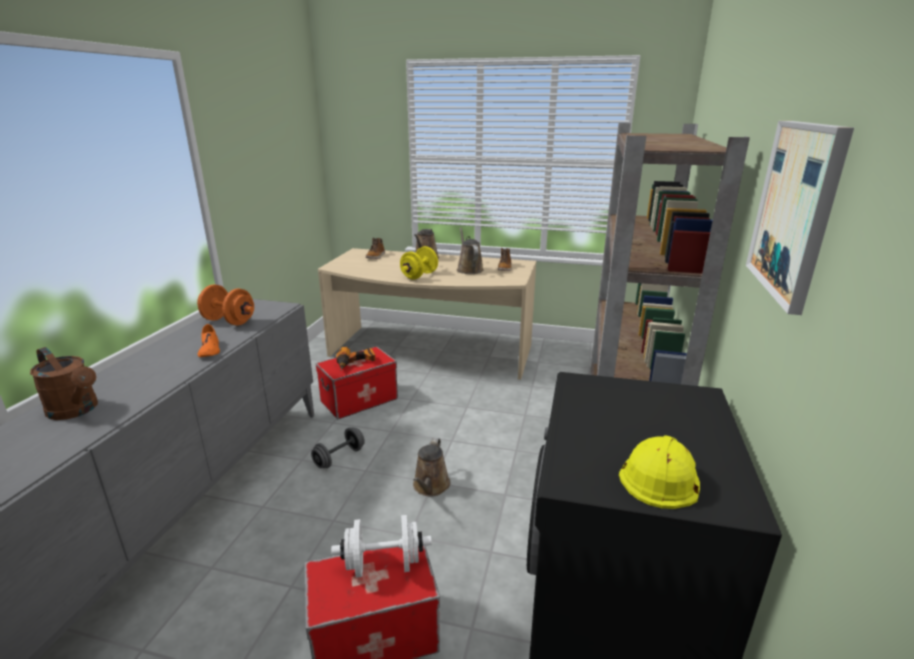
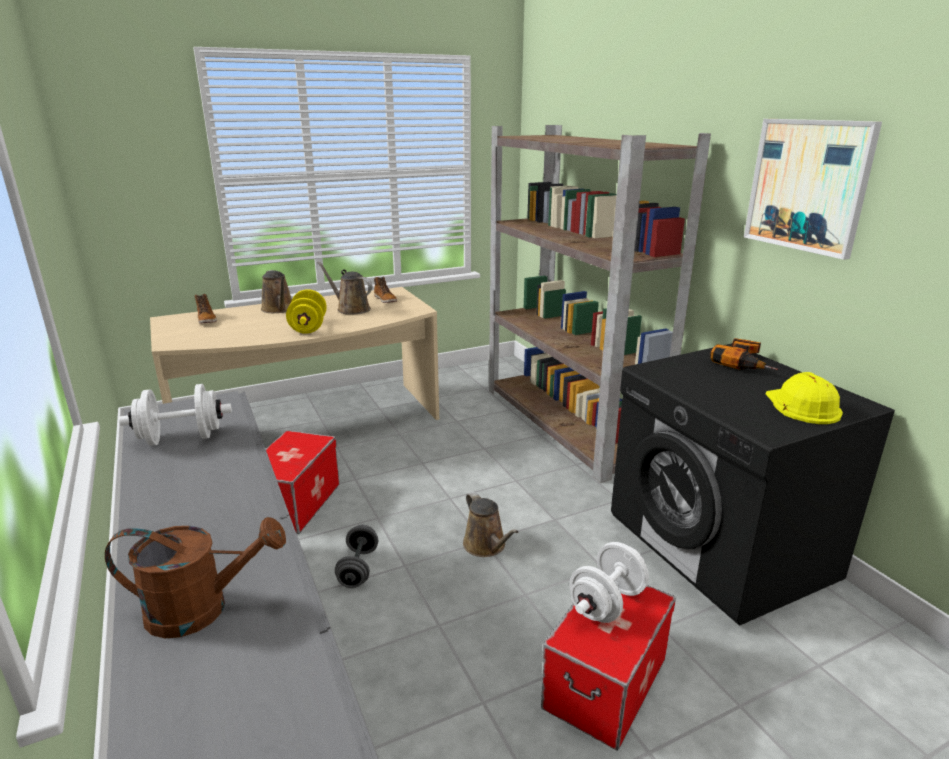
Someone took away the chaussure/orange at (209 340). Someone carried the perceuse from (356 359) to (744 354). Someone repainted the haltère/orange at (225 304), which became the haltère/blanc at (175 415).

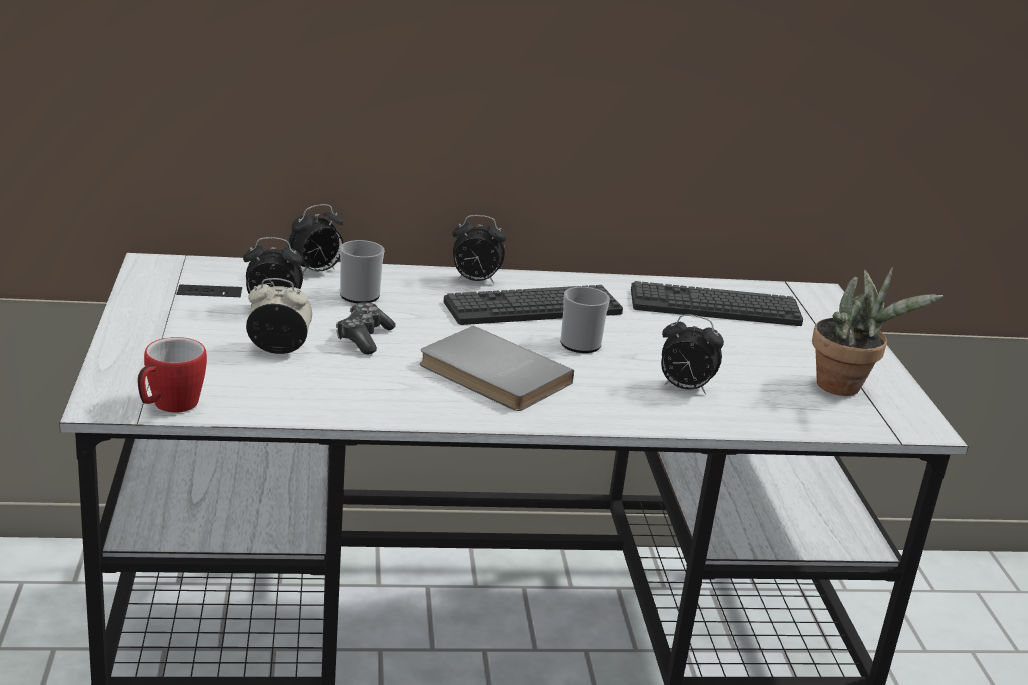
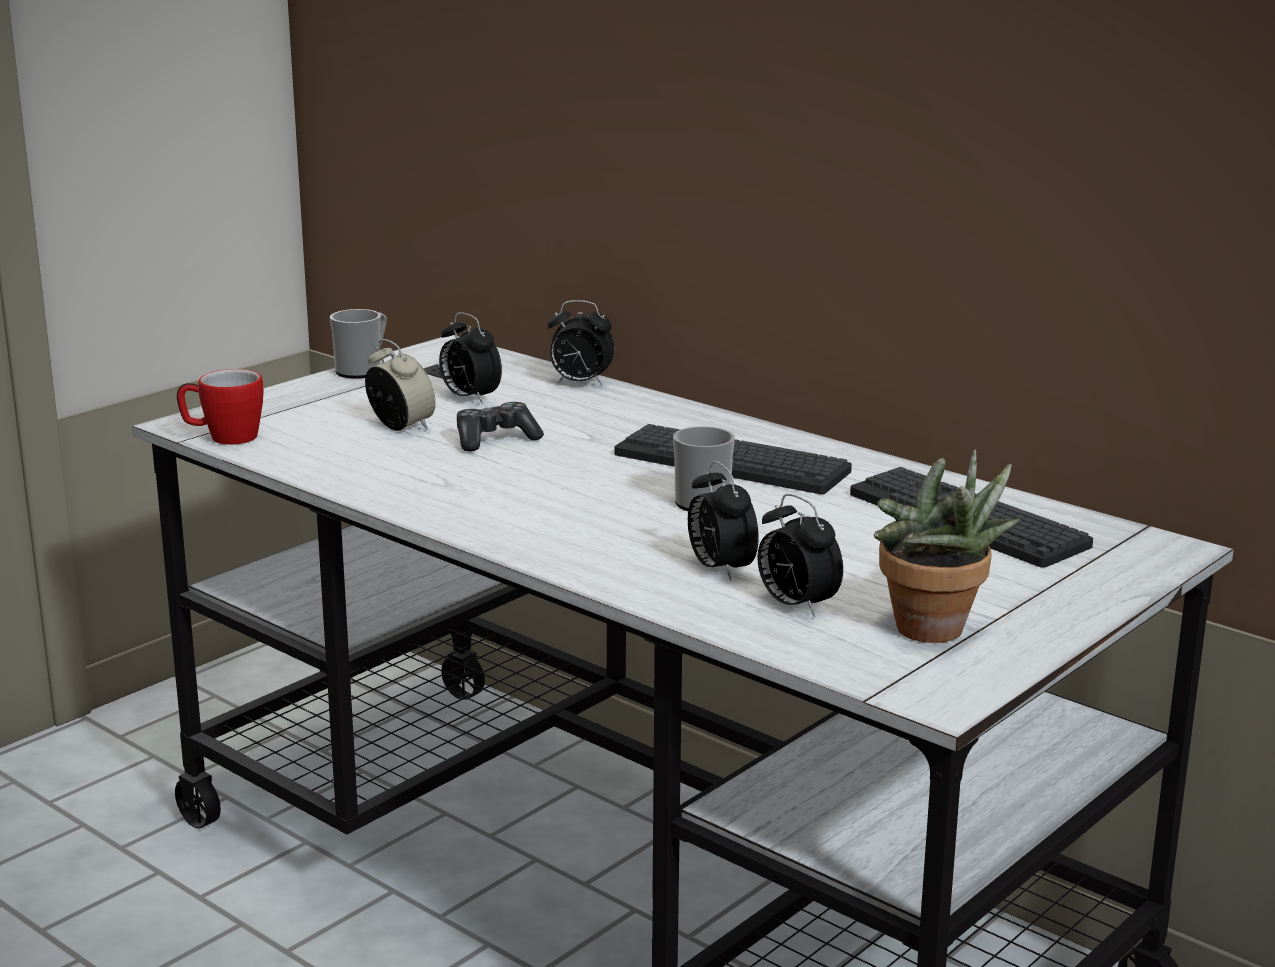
Someone took away the livre/gris at (497 368). Someone carried the mug from (362 271) to (358 344). Someone carried the réveil from (479 249) to (800 555).

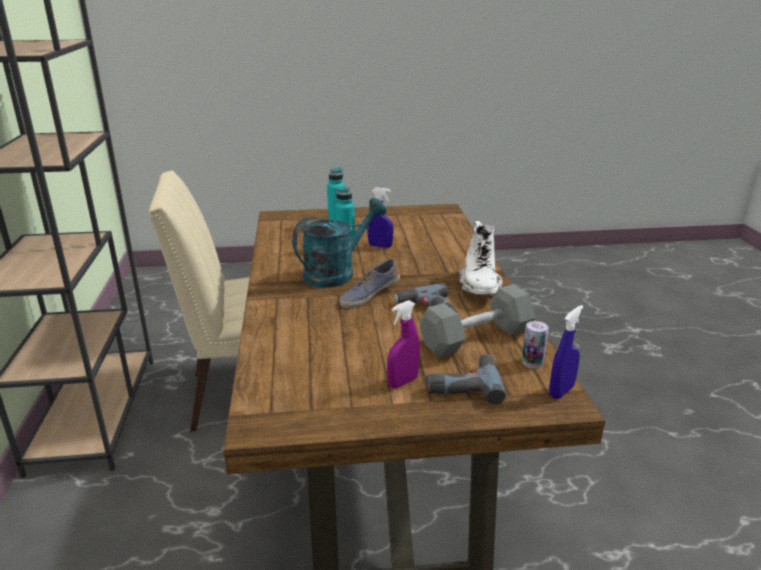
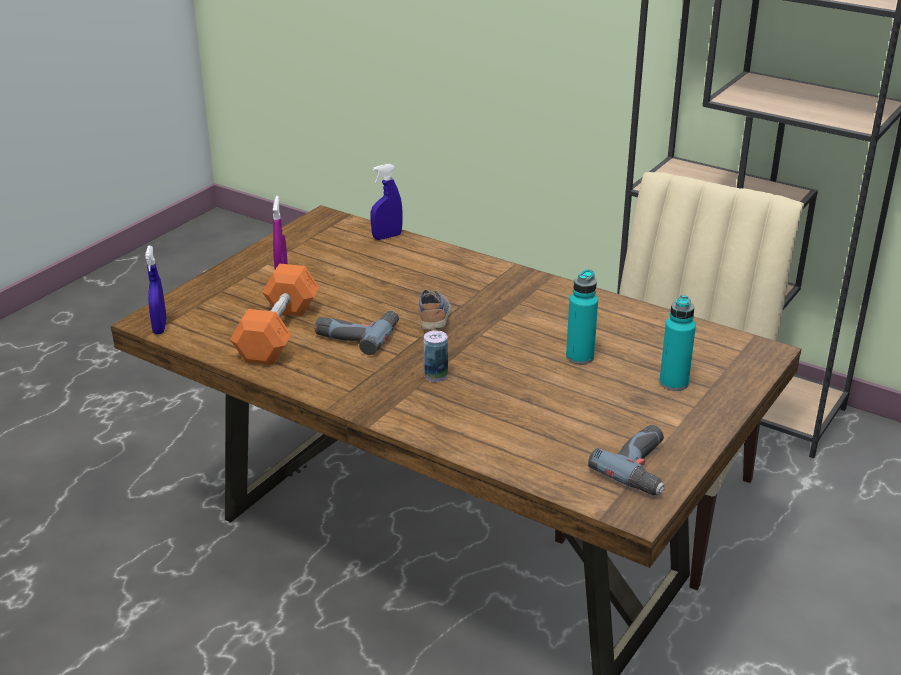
Someone took away the arrosoir/turquoise at (339 243). Someone took away the botte/blanc at (480 258). Someone carried the vaporisateur/bleu from (380 217) to (387 202). Someone carried the perceuse from (466 379) to (626 460). Someone carried the boîte métallique from (535 344) to (435 356). Someone repainted the haltère/gris at (477 321), which became the haltère/orange at (274 314).

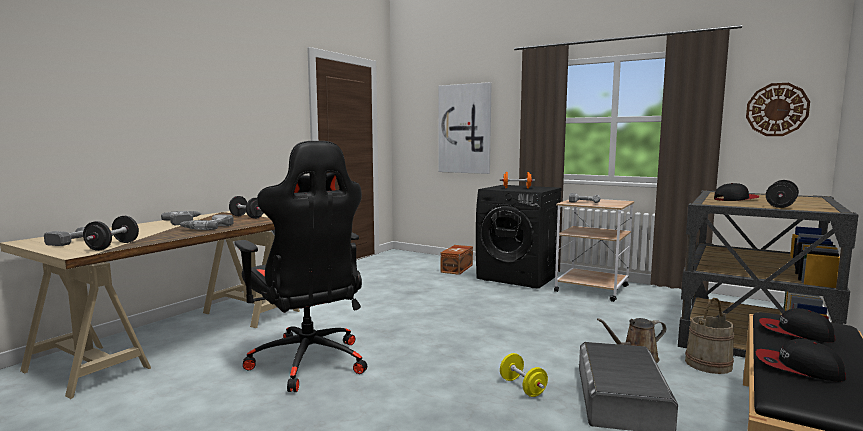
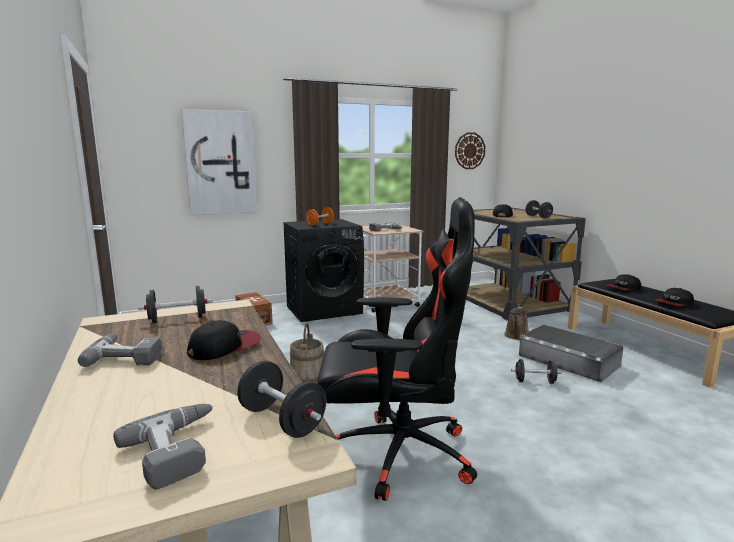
Someone carried the seau/beige from (709 336) to (307 353). Someone swapped the perceuse at (207 222) for the casquette at (223 340). Someone repainted the haltère/jaune at (524 375), which became the haltère/noir at (536 371).

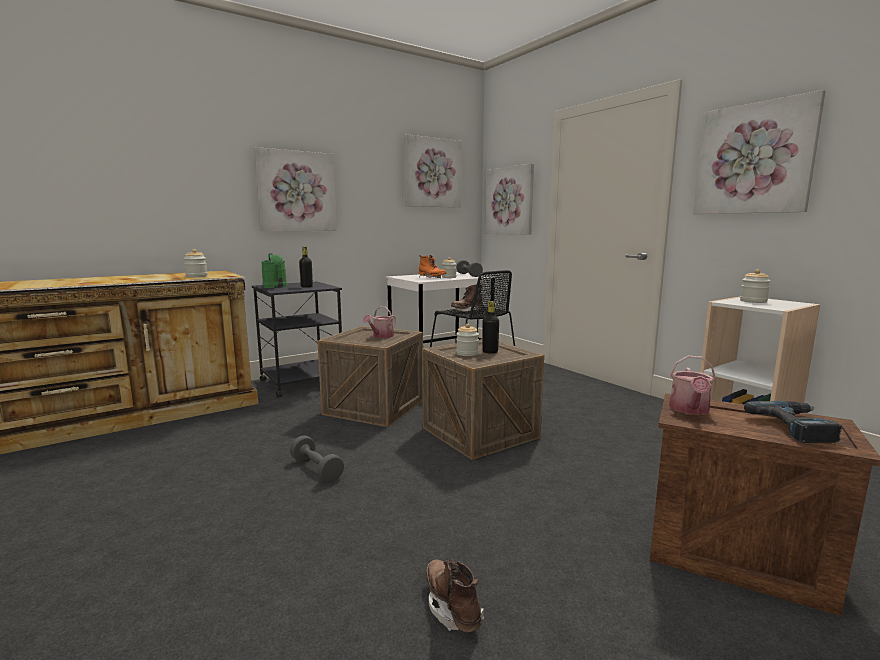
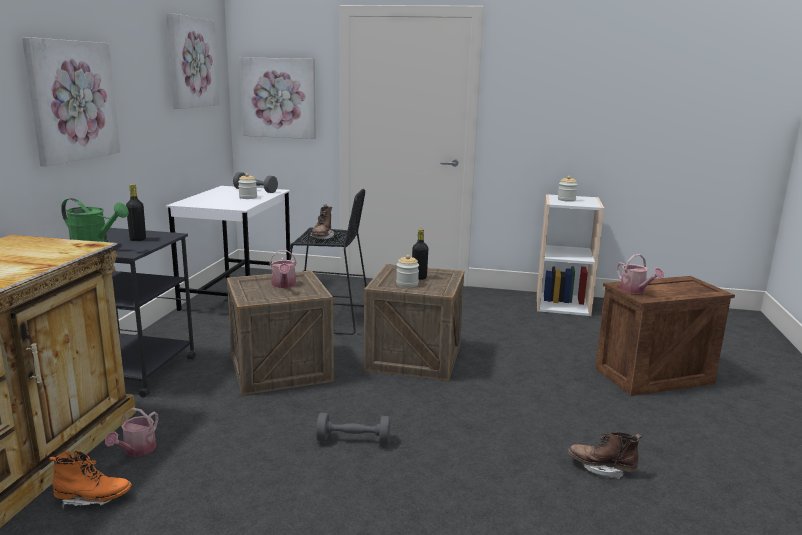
Someone took away the bocal at (196 263). Someone took away the tableau at (759 152). Someone took away the perceuse at (793 422). Someone put down the arrosoir at (132 432). Someone carried the botte/orange from (432 266) to (90 480).

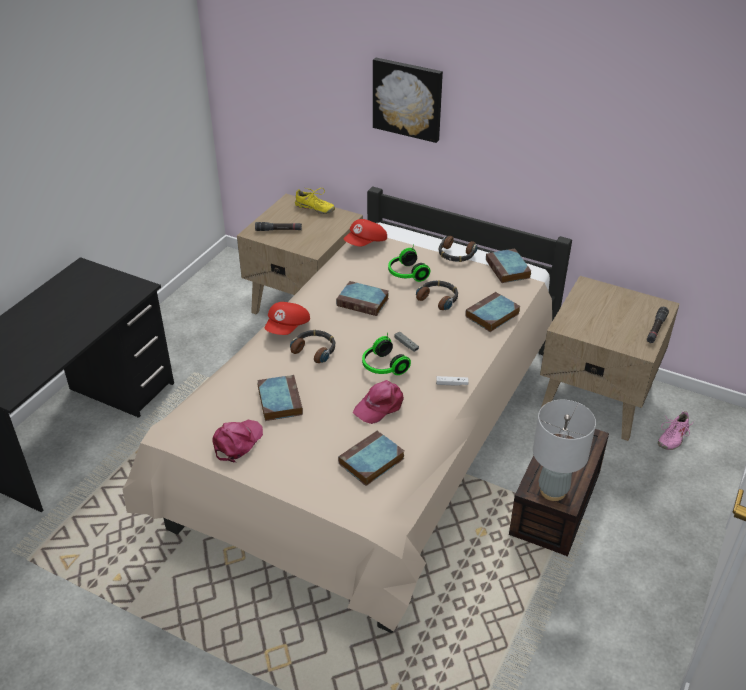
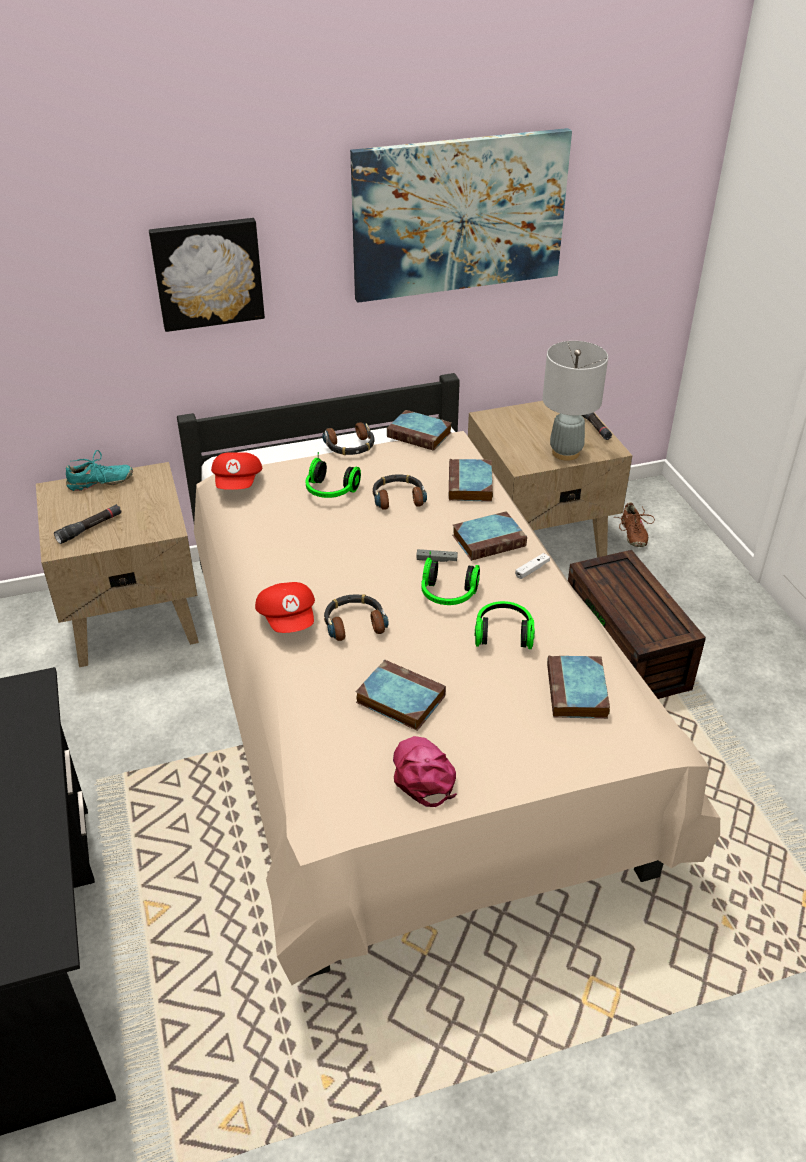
Someone put up the tableau at (461 215). Someone carried the livre from (362 298) to (489 536). Someone carried the lampe de table/gris from (564 450) to (575 401). Someone swapped the casquette/rose at (378 402) for the casque audio at (505 625). Someone repainted the chaussure/jaune at (315 201), which became the chaussure/turquoise at (99 470). Someone repainted the chaussure/rose at (676 430), which became the chaussure/marron at (636 524).

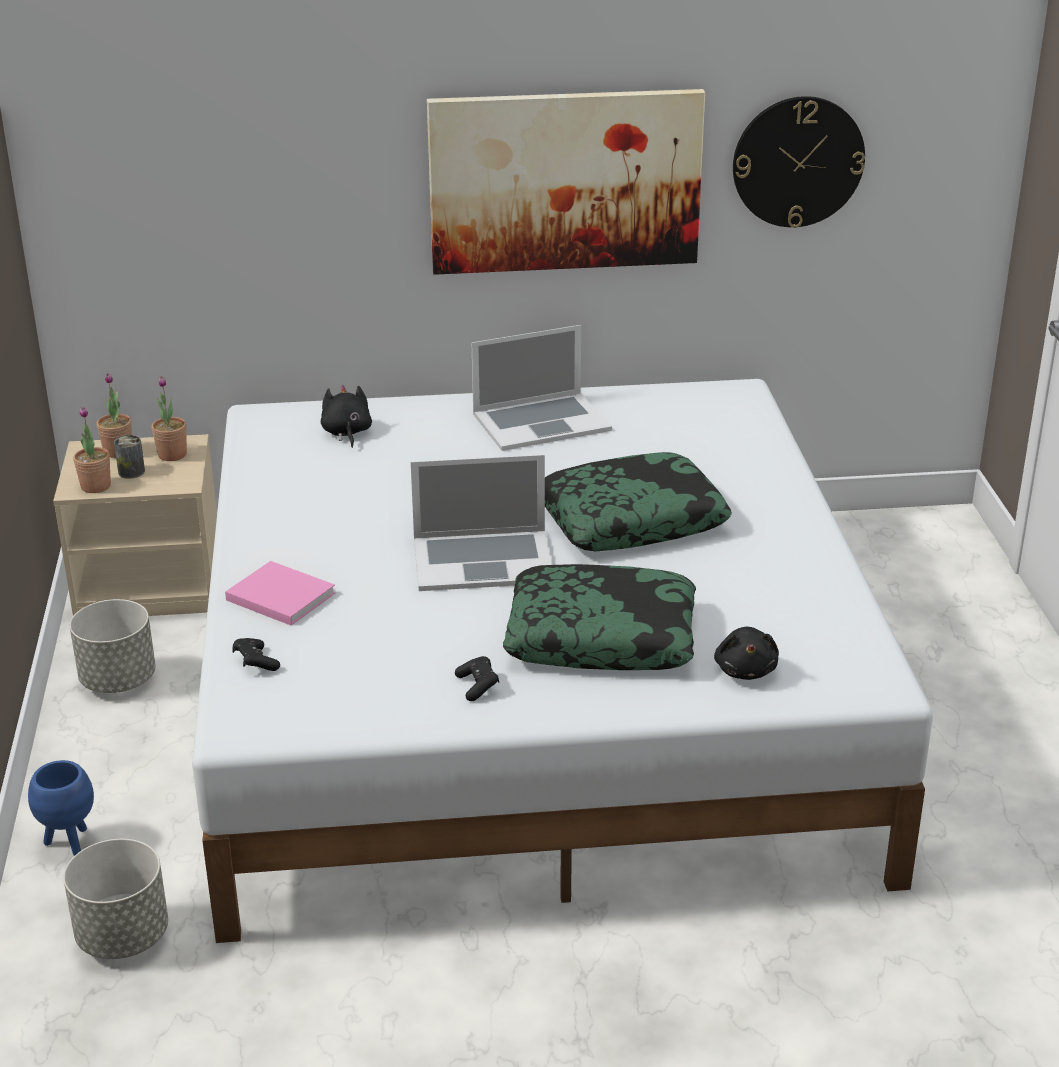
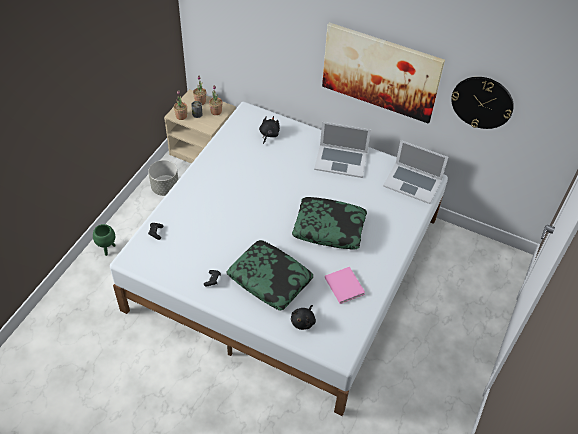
Someone took away the cache-pot/gris at (116 899). Someone carried the livre/rose from (280 593) to (345 285). Someone carried the ordinateur portable from (481 523) to (415 172). Someone repainted the cache-pot/bleu at (61 808), which became the cache-pot/vert at (104 240).

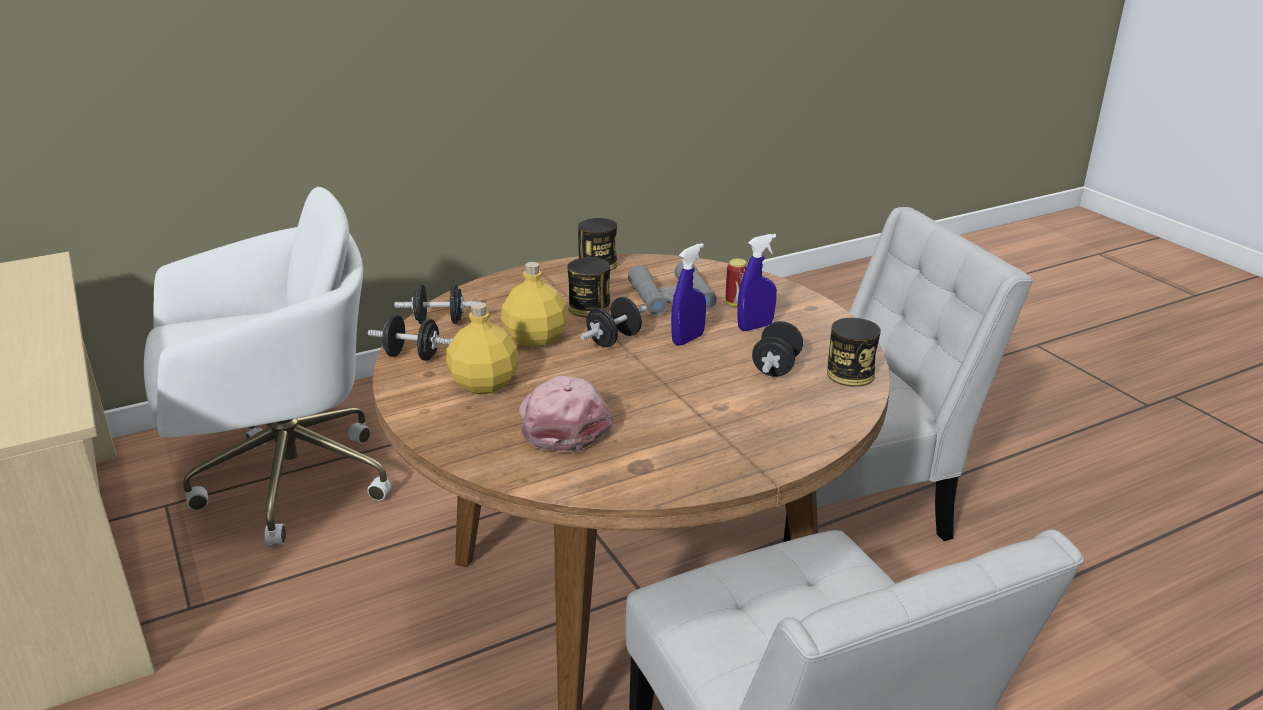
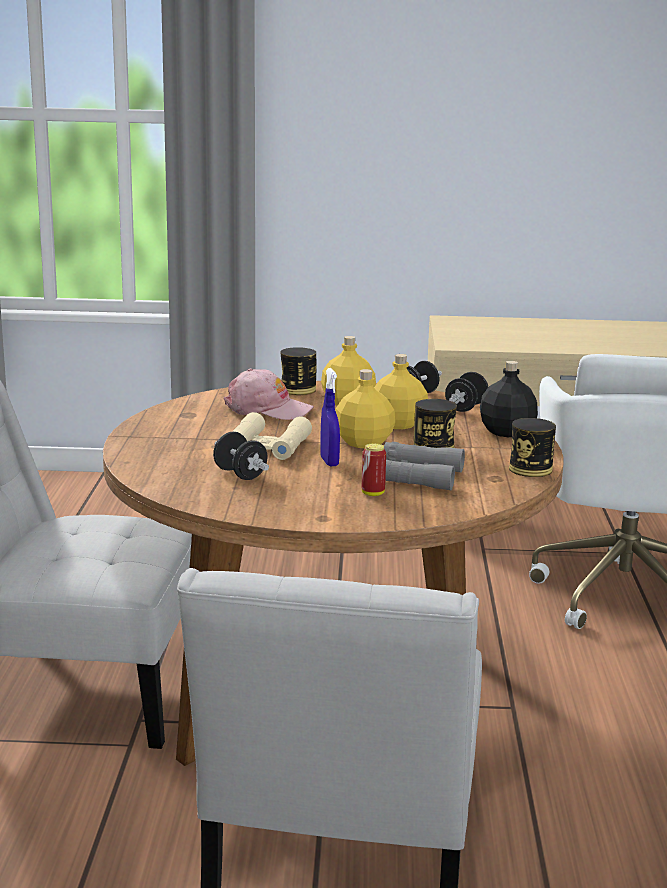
Someone took away the vaporisateur/bleu at (757 282). Someone put down the jumelles/beige at (272 436). Someone put down the bouteille/noir at (509 399). Someone carried the boîte métallique from (854 352) to (298 371). Someone swapped the haltère/noir at (614 322) for the bouteille/jaune at (365 408).

